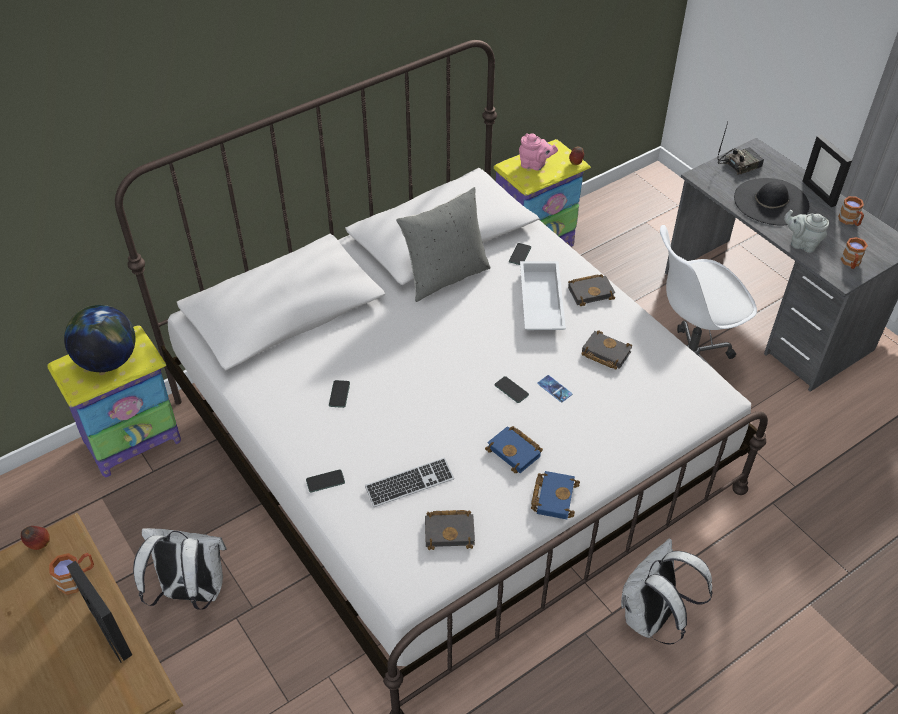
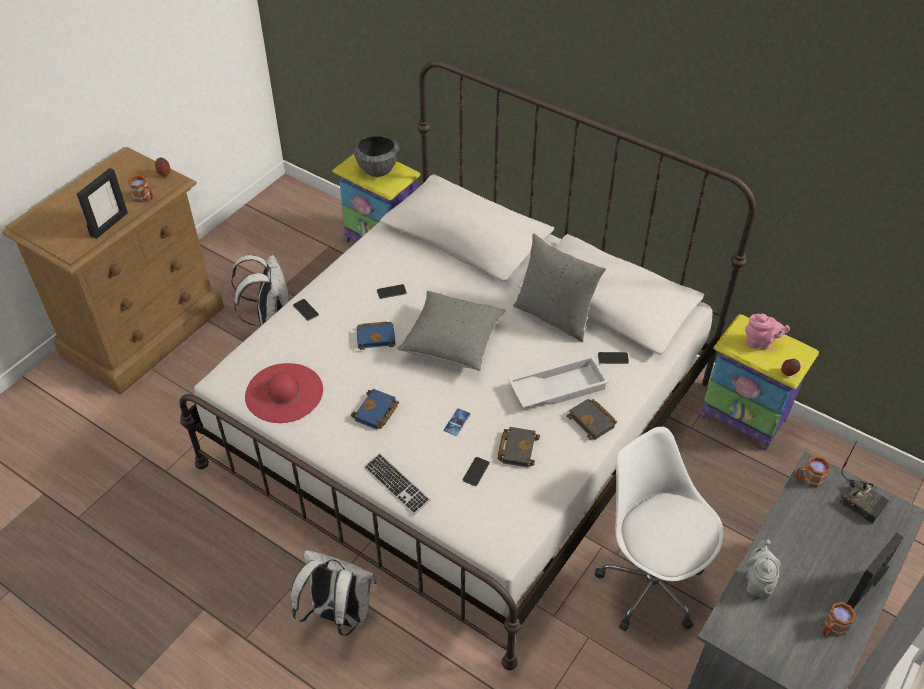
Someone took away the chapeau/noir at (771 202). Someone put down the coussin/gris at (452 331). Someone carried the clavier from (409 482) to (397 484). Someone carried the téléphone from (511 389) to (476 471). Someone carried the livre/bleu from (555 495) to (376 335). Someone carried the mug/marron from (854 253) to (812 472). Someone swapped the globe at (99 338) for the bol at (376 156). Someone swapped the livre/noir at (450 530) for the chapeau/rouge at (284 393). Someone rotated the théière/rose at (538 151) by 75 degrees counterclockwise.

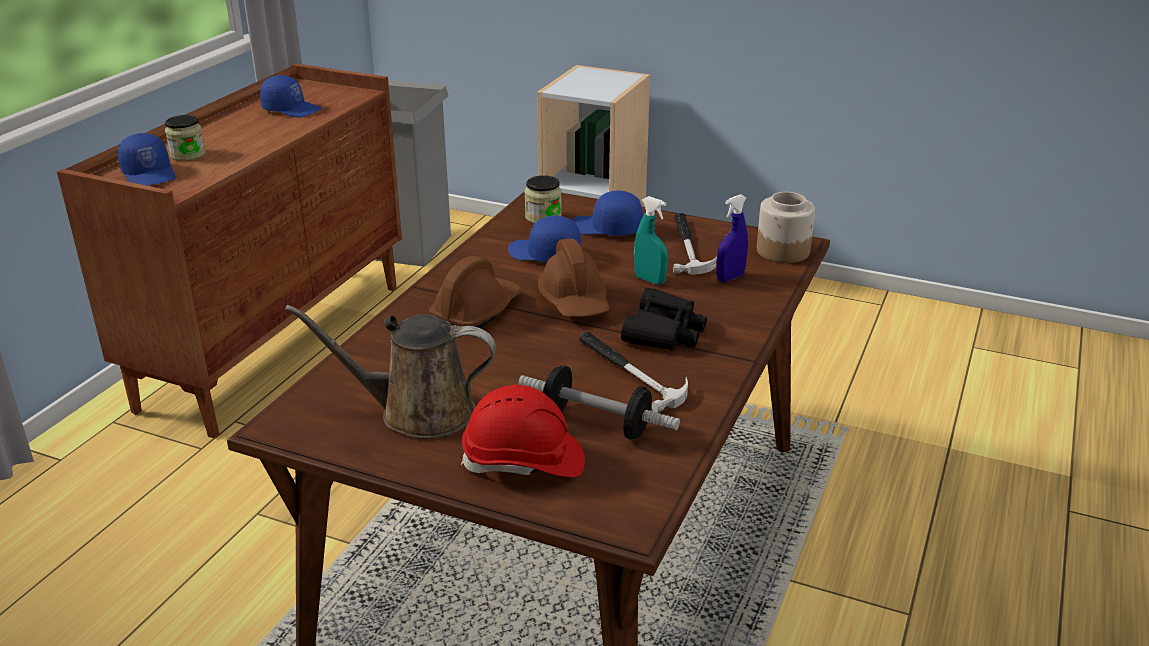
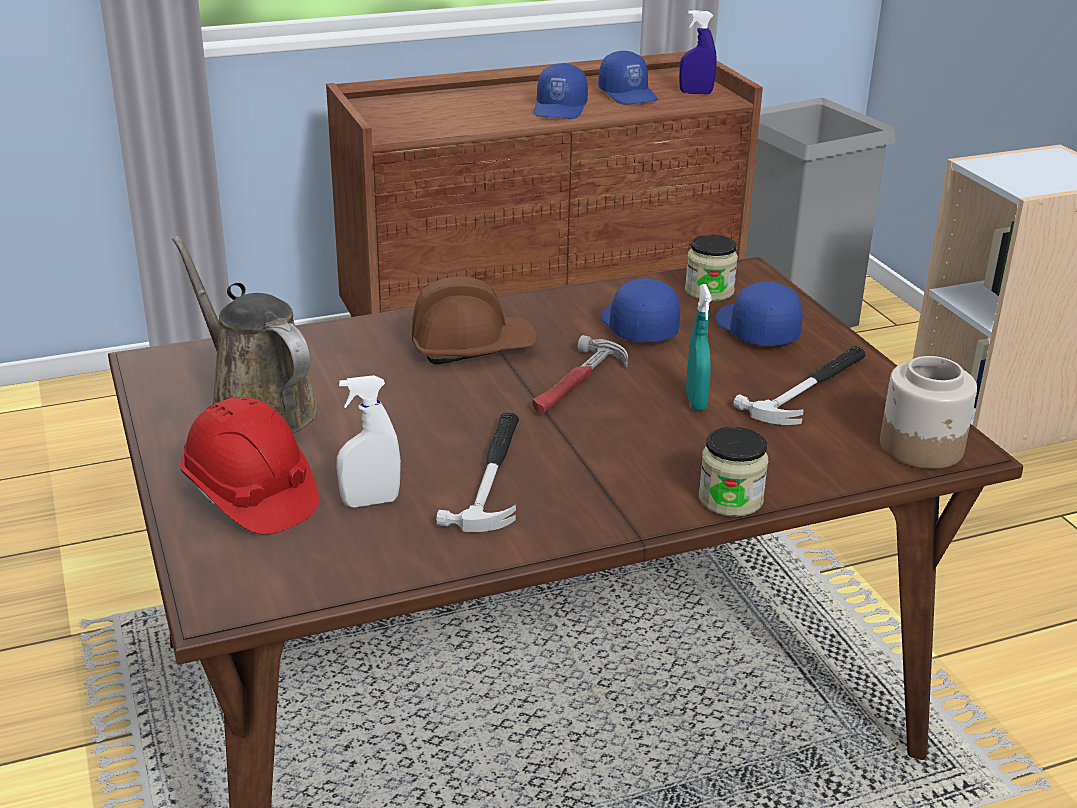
Someone took away the jumelles/noir at (664 319). Someone carried the casquette/bleu from (147 159) to (561 91). Someone carried the bocal from (185 138) to (733 472). Someone carried the vaporisateur/bleu from (732 238) to (698 52). Someone swapped the haltère at (599 402) for the vaporisateur/blanc at (368 441). Someone swapped the casque de chantier/marron at (573 277) for the marteau at (580 374).

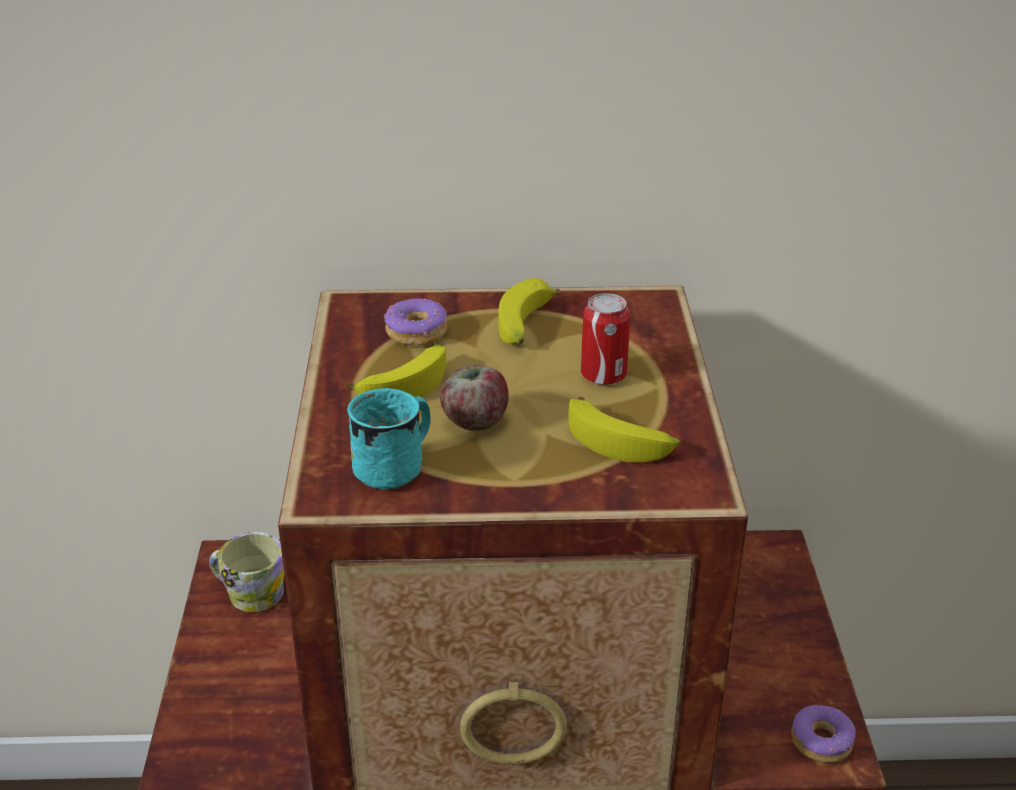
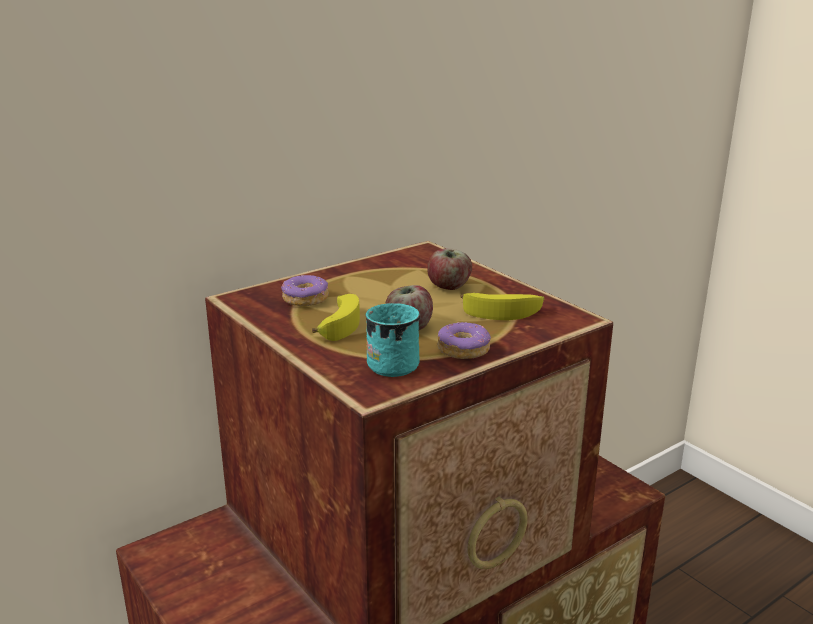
Someone took away the mug at (246 572). Someone took away the banane at (529 311). Someone carried the beignet from (823 734) to (464 340). Someone swapped the boîte métallique at (605 339) for the pomme at (449 269).

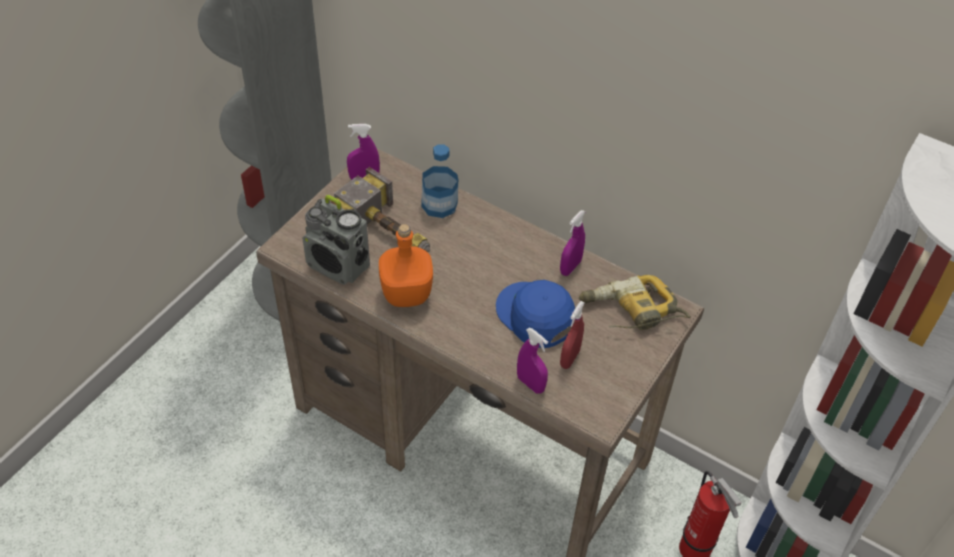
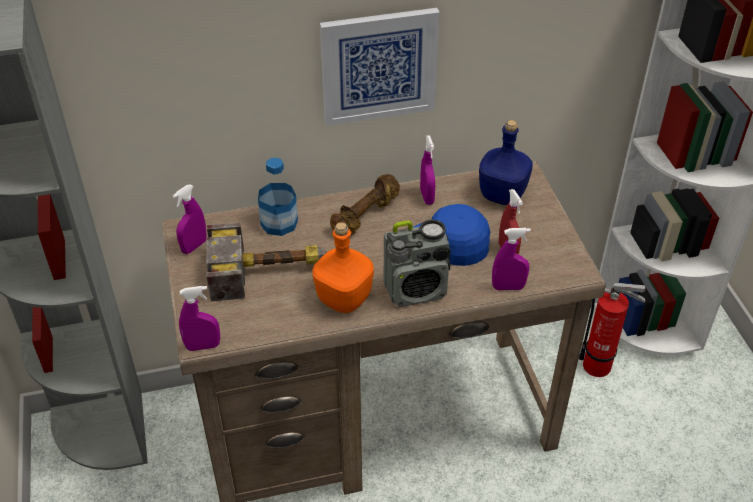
Someone put down the vaporisateur/violet at (199 318). Someone put up the tableau at (380 67). Someone put down the haltère/marron at (365 204). Someone carried the radio from (336 240) to (417 263). Someone swapped the perceuse at (635 302) for the bouteille/bleu at (506 162).

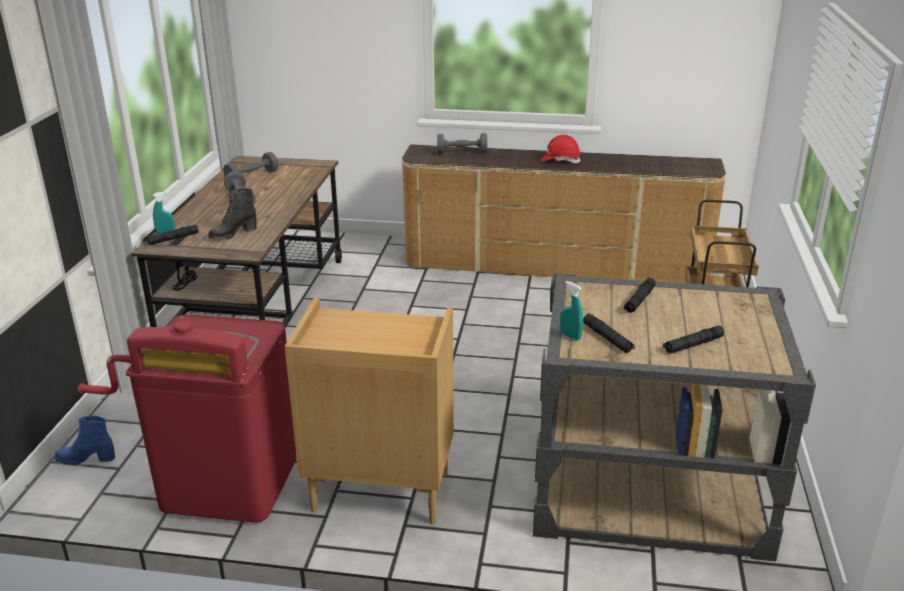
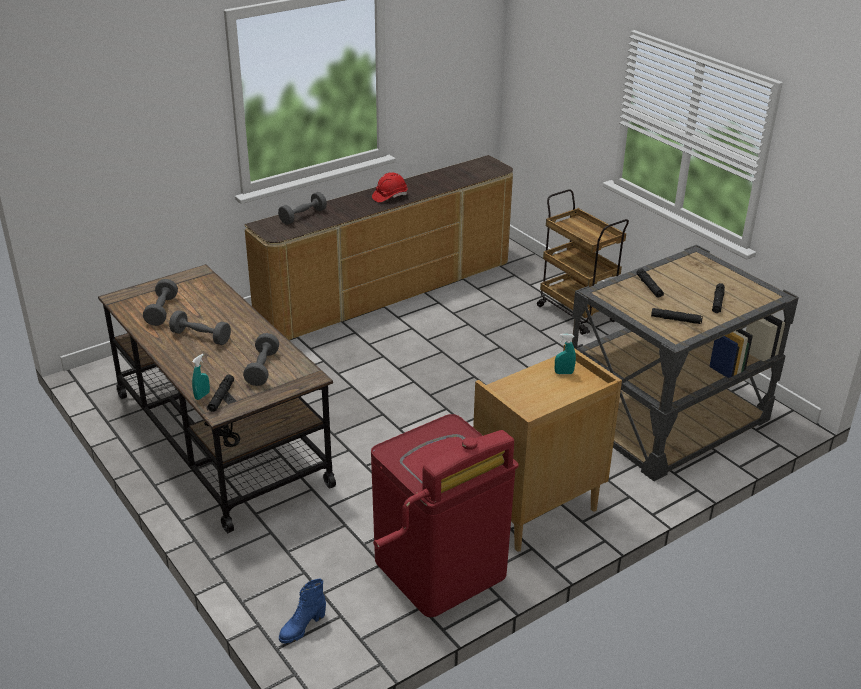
Someone carried the vaporisateur/turquoise from (571 310) to (565 354). Someone swapped the botte/noir at (232 214) for the haltère/gris at (261 359).

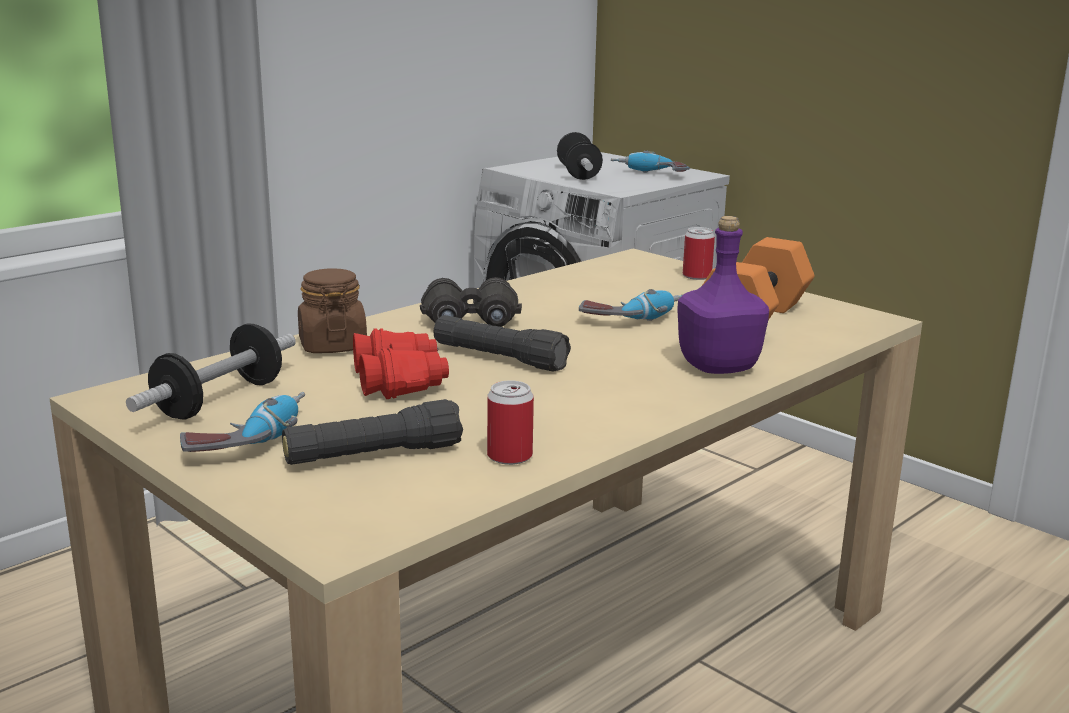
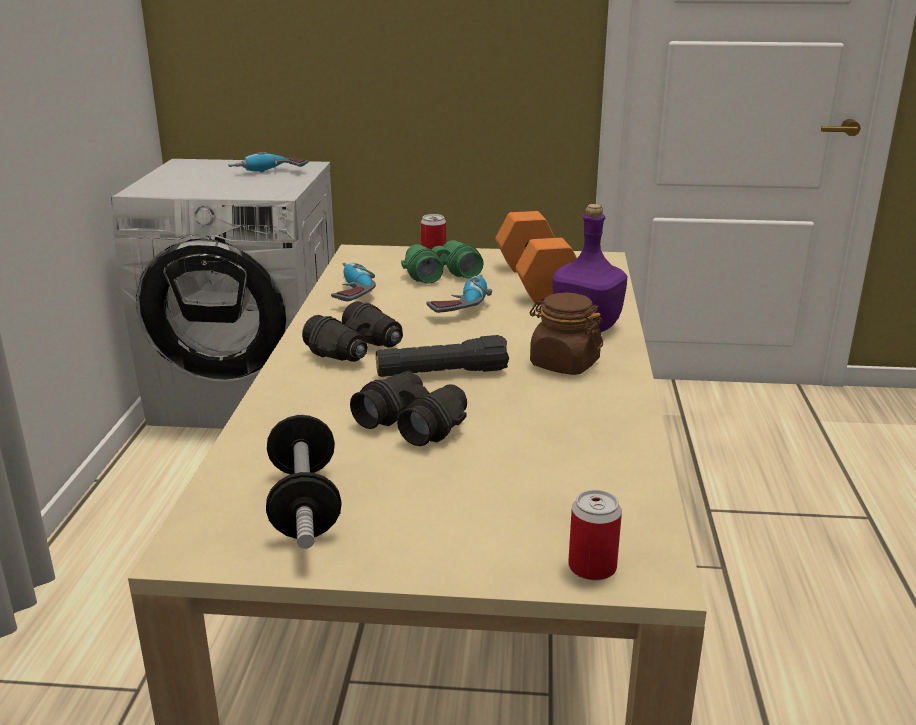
Someone took away the lampe de poche/noir at (372 432). Someone took away the haltère at (580 156). Someone put down the jumelles/vert at (442 262). Someone carried the perceuse from (242 422) to (353 281). Someone carried the bocal/marron from (332 311) to (566 334). Someone carried the boîte métallique from (510 422) to (595 535). Someone repainted the jumelles/rouge at (401 363), which became the jumelles/noir at (408 408).

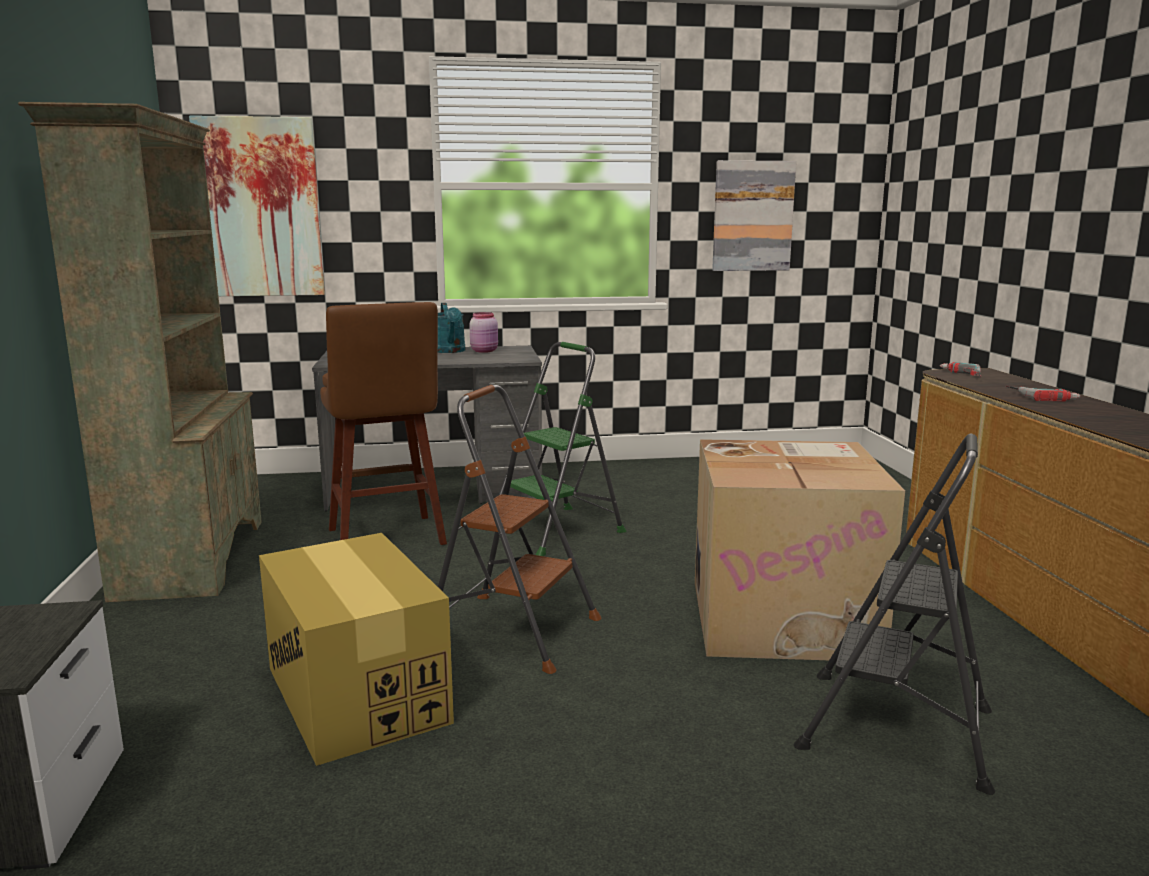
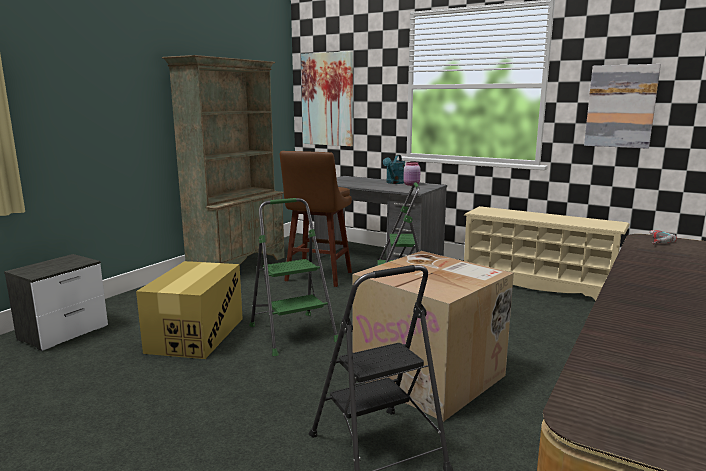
Someone took away the perceuse at (1043 394). Someone put down the étagère à chaussures/beige at (547 253). Someone repainted the escabeau/marron at (520 529), which became the escabeau/vert at (293 277).

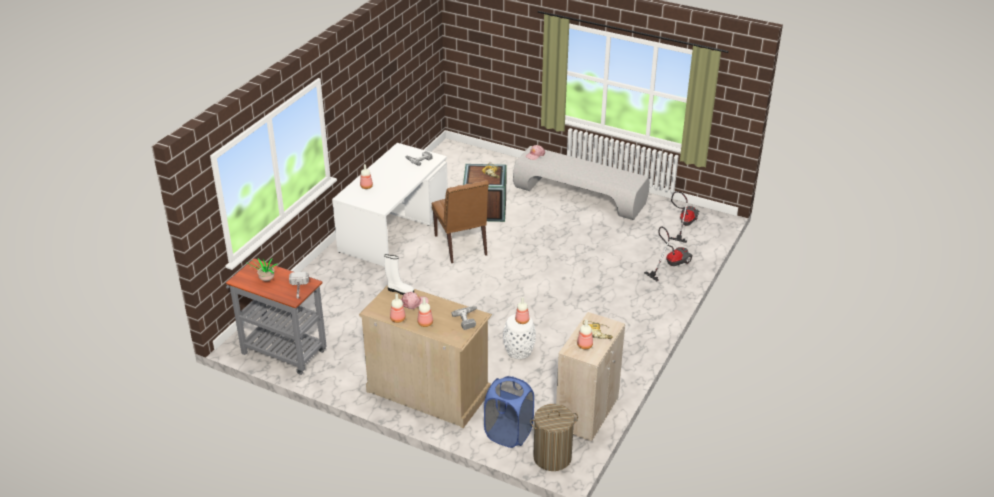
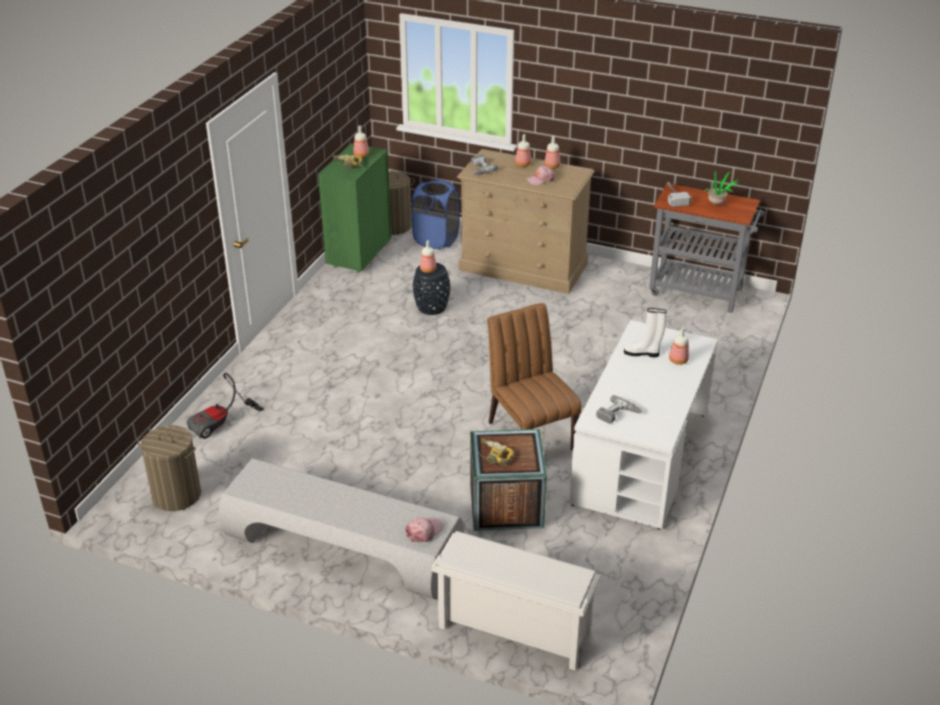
Someone put down the étagère à chaussures/blanc at (516 600). Someone carried the botte/blanc from (399 274) to (645 332). Someone swapped the aspirateur at (685 217) for the panier à linge at (169 468). Someone repainted the tabouret/blanc at (519 336), which became the tabouret/noir at (431 289). Someone repainted the meuble de rangement/beige at (590 376), which became the meuble de rangement/vert at (354 207).

